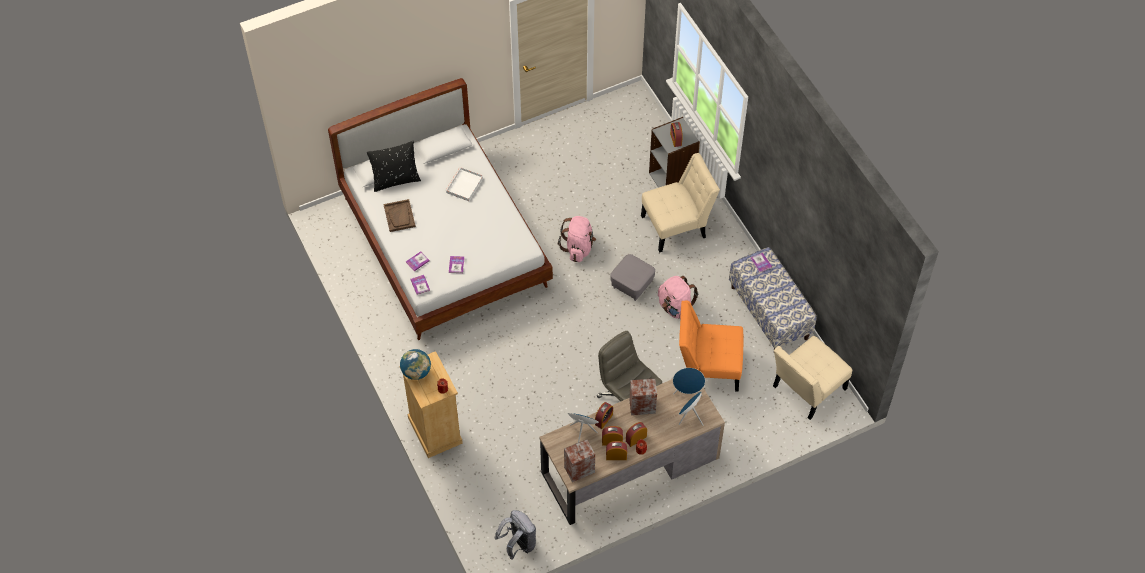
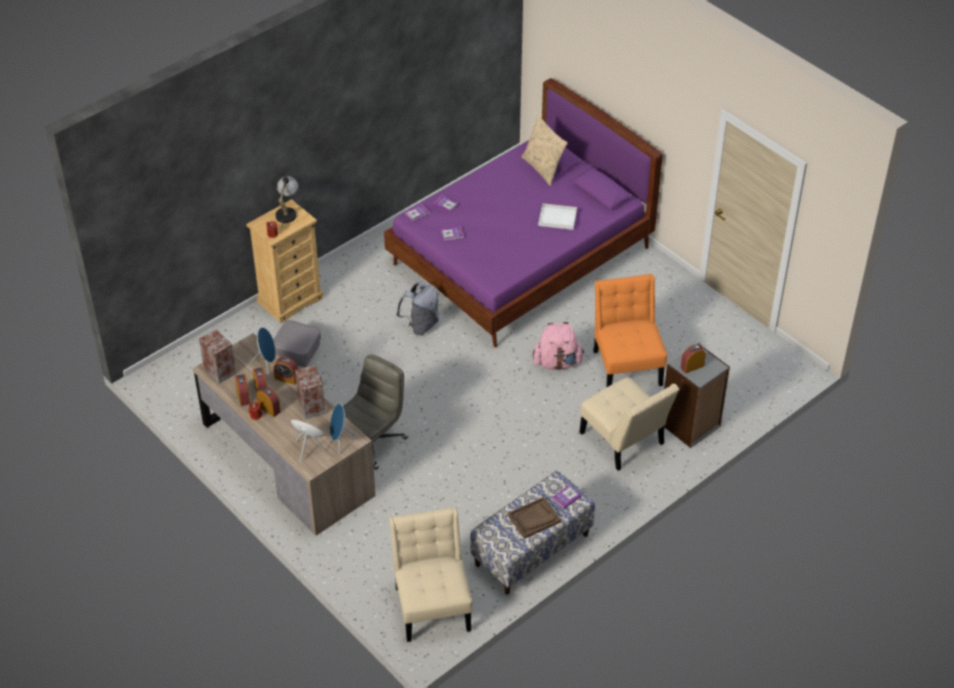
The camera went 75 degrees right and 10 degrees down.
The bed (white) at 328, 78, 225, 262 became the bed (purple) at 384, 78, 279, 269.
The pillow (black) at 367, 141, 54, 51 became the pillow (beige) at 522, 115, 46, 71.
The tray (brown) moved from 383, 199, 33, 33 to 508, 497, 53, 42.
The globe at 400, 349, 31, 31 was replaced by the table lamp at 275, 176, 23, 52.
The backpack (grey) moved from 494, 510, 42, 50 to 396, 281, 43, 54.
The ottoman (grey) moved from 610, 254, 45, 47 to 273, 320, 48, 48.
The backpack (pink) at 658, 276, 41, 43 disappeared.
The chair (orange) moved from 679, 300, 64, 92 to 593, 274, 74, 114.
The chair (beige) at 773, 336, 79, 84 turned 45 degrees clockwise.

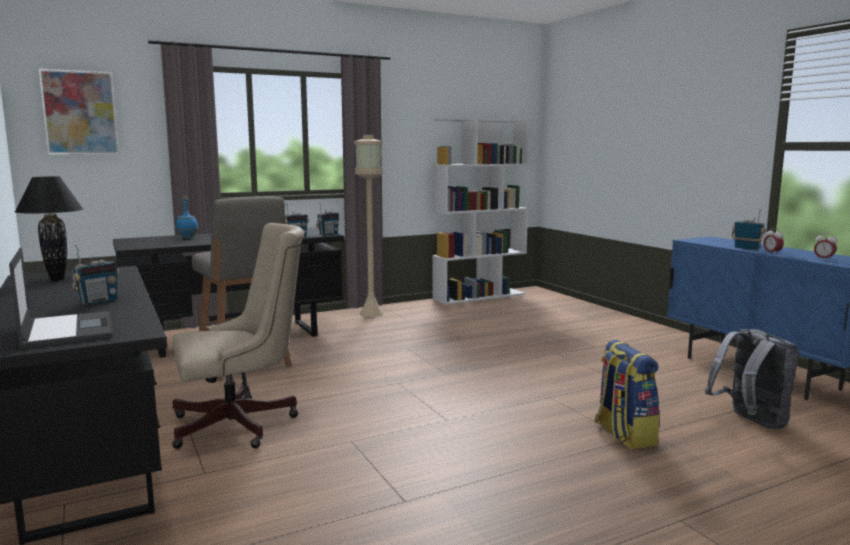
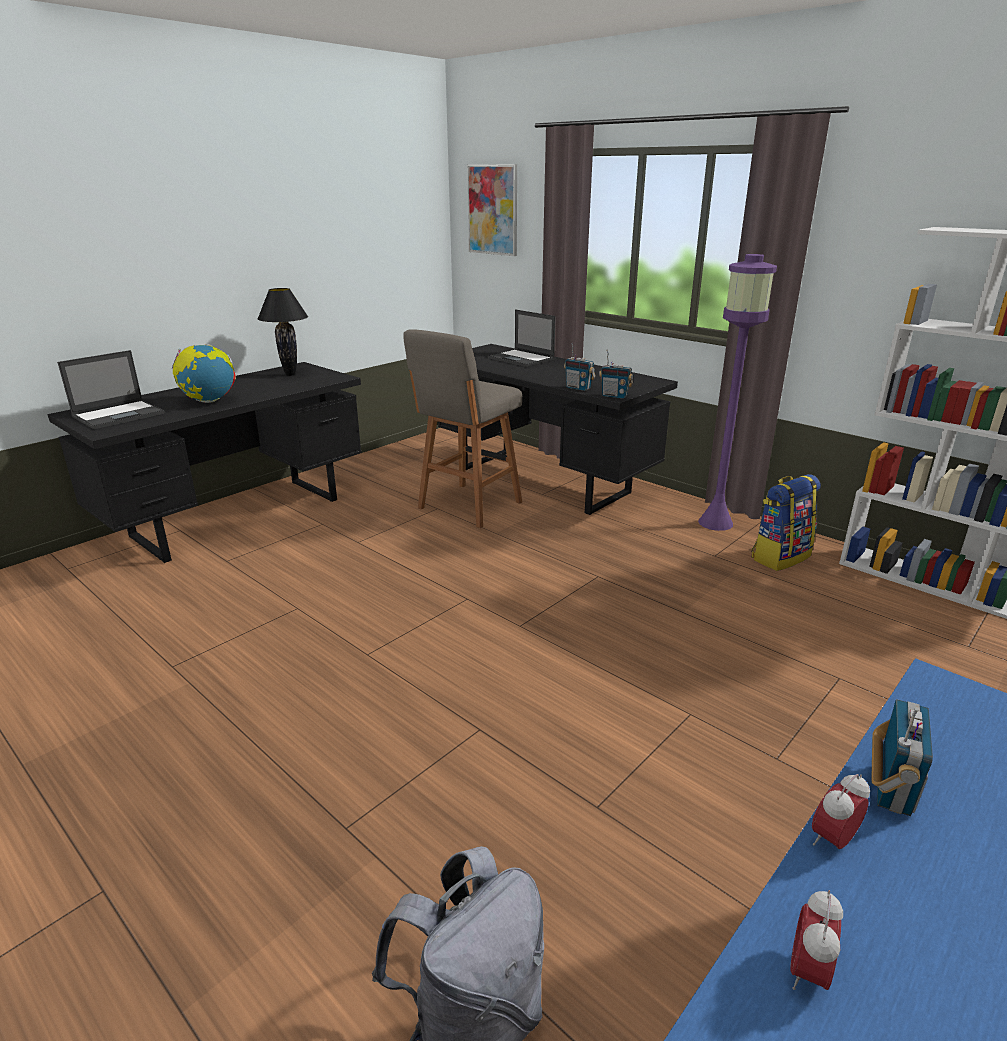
The camera went 70 degrees right and 15 degrees up.
The radio at 72, 245, 48, 60 was replaced by the globe at 172, 344, 64, 59.
The office chair (beige) at 172, 223, 132, 226 disappeared.
The bottle (blue) at 176, 196, 22, 42 was replaced by the laptop at 488, 309, 68, 58.
The floor lamp (beige) at 354, 135, 29, 182 became the floor lamp (purple) at 698, 254, 79, 277.
The backpack moved from 595, 340, 65, 109 to 751, 474, 70, 97.

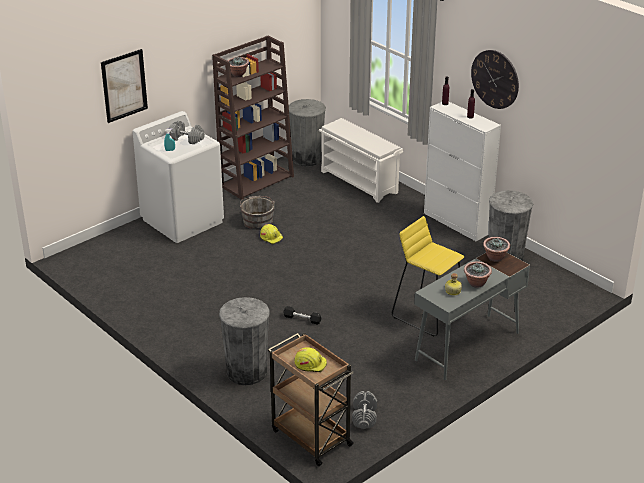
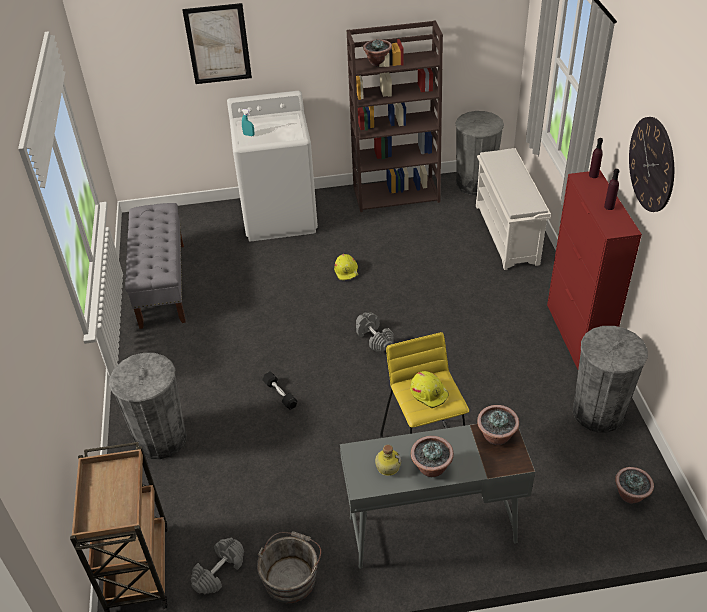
The camera went 35 degrees right and 10 degrees up.
The dumbbell (grey) moved from 169, 120, 36, 24 to 356, 313, 38, 39.
The bucket (grey) moved from 240, 196, 35, 34 to 257, 531, 64, 72.
The hard hat (yellow) moved from 294, 347, 33, 25 to 410, 371, 39, 37.
The cabinet (white) at 424, 102, 77, 139 became the cabinet (red) at 547, 171, 95, 198.
The bench (grey) at 125, 203, 61, 126 appeared.
The potted plant at 615, 467, 39, 36 appeared.

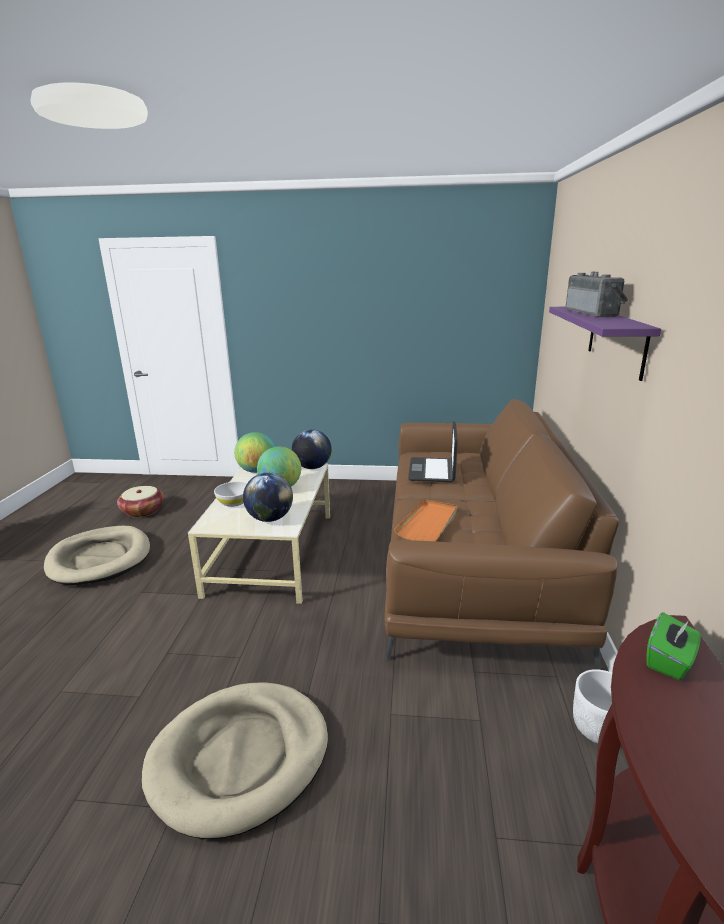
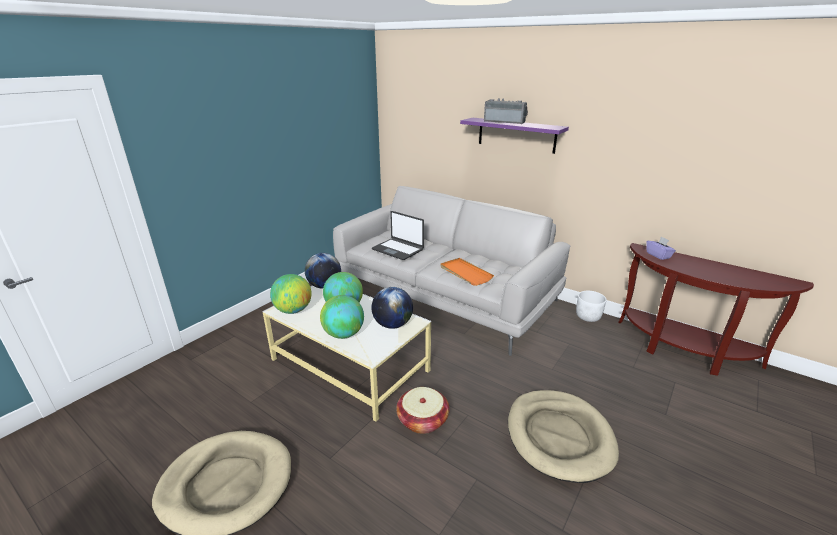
The camera went 60 degrees left and 5 degrees up.
The basket moved from 117, 486, 47, 32 to 396, 387, 53, 47.
The bowl (white) at 214, 482, 33, 25 was replaced by the globe at 320, 295, 44, 44.
The sofa (brown) at 385, 399, 234, 271 became the sofa (grey) at 333, 186, 237, 170.
The tissue box (green) at 646, 612, 55, 68 became the tissue box (purple) at 646, 237, 30, 23.

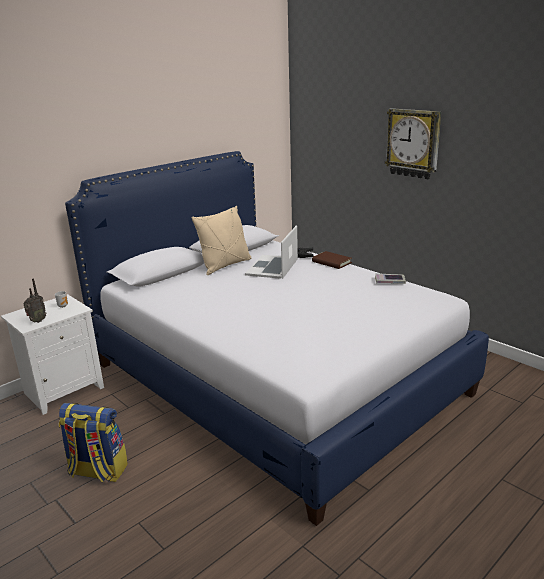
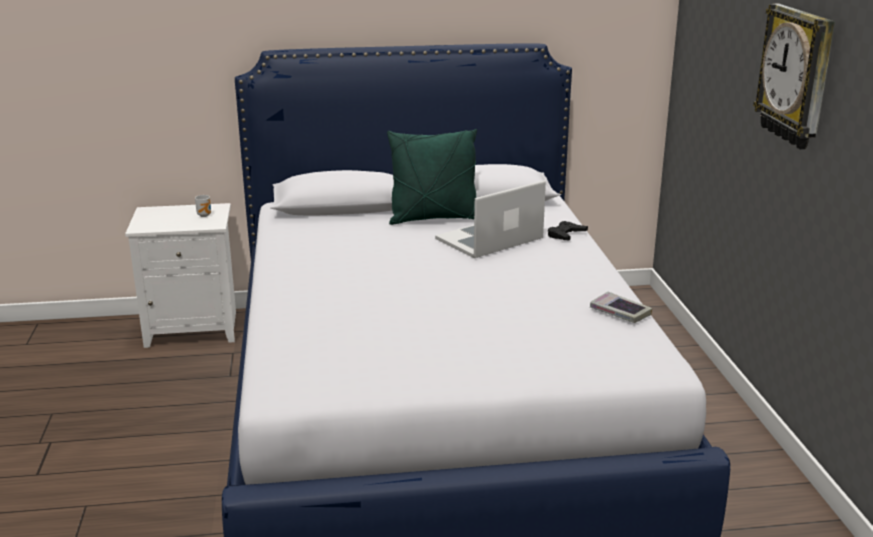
The camera went 35 degrees right and 0 degrees up.
The radio at 23, 278, 24, 45 disappeared.
The backpack at 59, 403, 69, 79 disappeared.
The pillow (beige) at 191, 206, 60, 69 became the pillow (green) at 387, 129, 90, 96.
The book (brown) at 312, 251, 40, 18 disappeared.

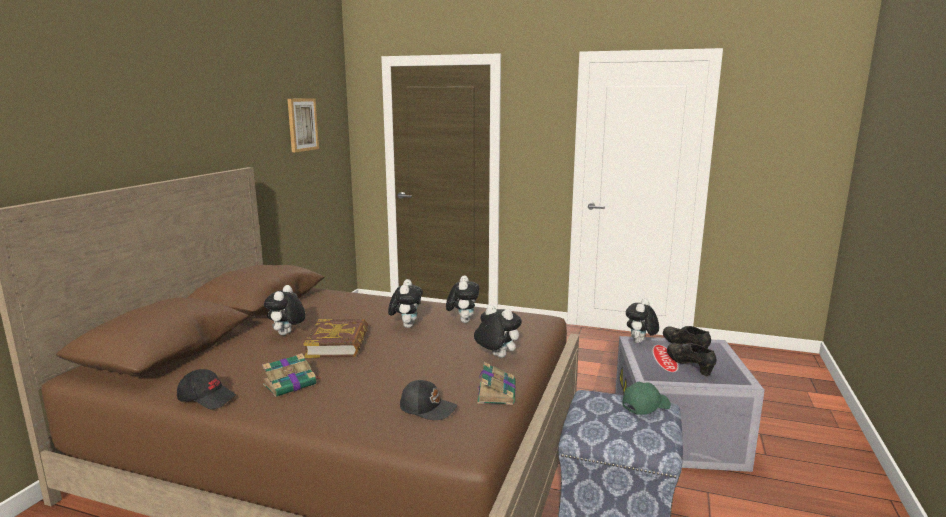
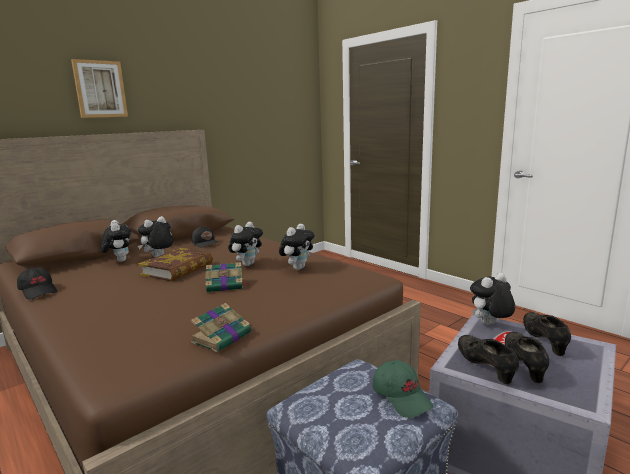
The camera went 30 degrees right and 0 degrees up.
The book moved from 262, 353, 58, 44 to 205, 262, 44, 30.
The picture moved from 288, 99, 31, 53 to 71, 59, 57, 59.
The cap (black) moved from 400, 380, 57, 40 to 192, 226, 27, 21.
The plush toy moved from 474, 305, 48, 53 to 100, 220, 31, 42.
The cap (green) at 623, 382, 48, 33 turned 60 degrees clockwise.
The shoe (black) at 458, 335, 61, 49 appeared.

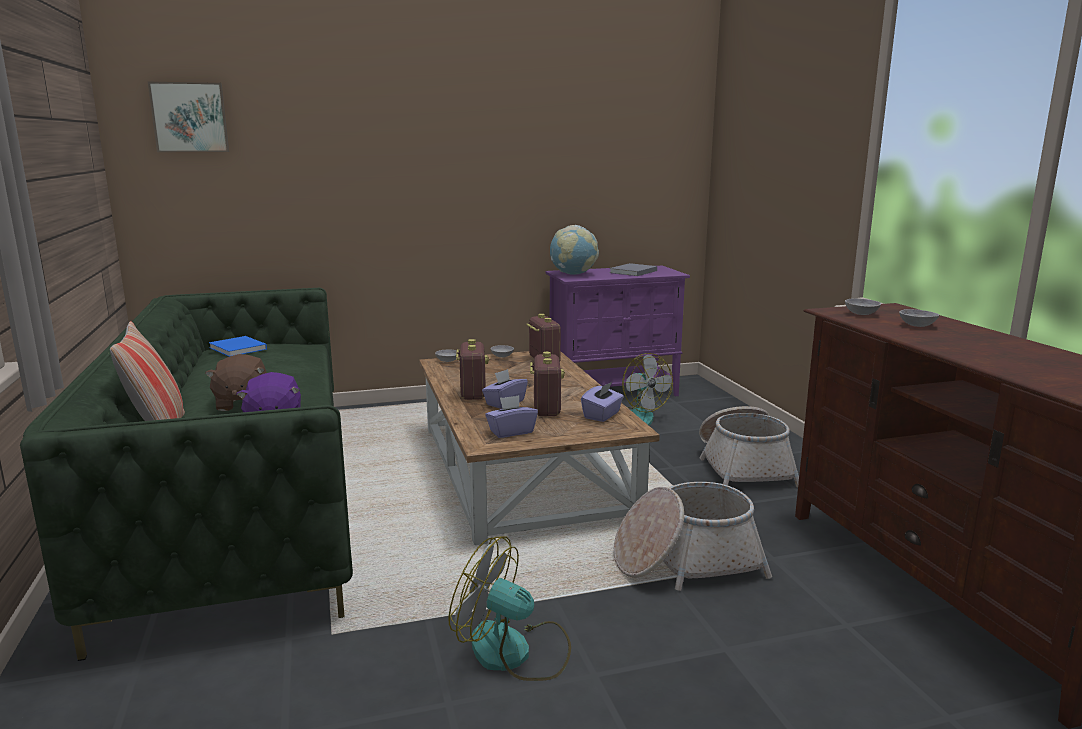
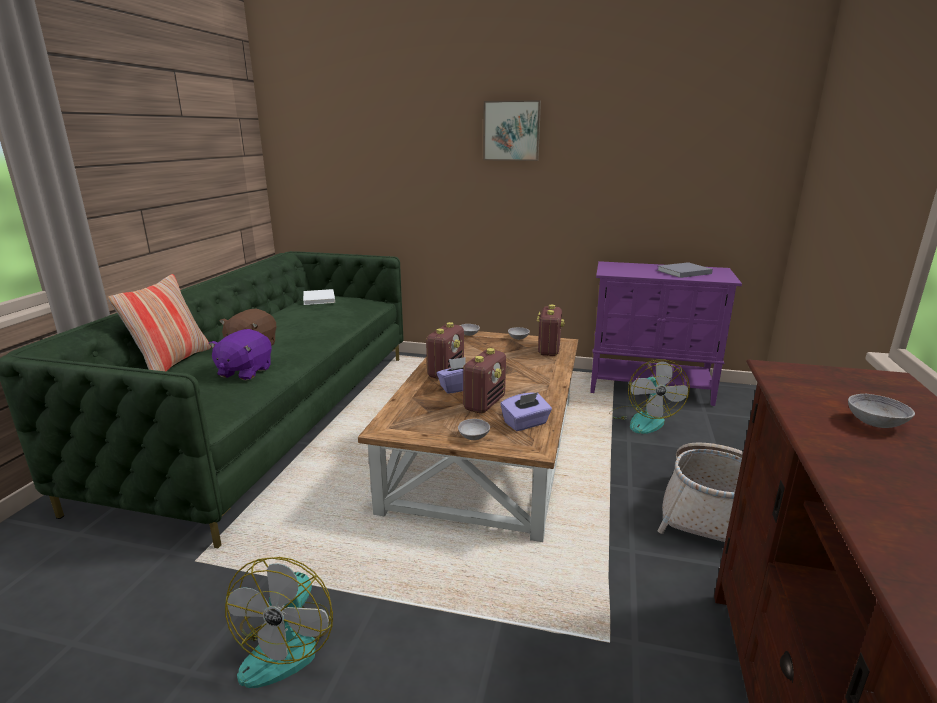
The camera went 30 degrees right and 5 degrees up.
The picture moved from 148, 82, 81, 70 to 483, 100, 58, 61.
The book (blue) at 209, 336, 58, 21 became the book (white) at 303, 289, 32, 16.
The fan at 448, 536, 123, 145 turned 135 degrees counterclockwise.
The tissue box (purple) at 485, 395, 53, 43 disappeared.
The globe at 550, 225, 49, 50 disappeared.
The basket at 614, 482, 158, 109 disappeared.
The bowl (grey) moved from 845, 298, 36, 17 to 458, 419, 32, 21.

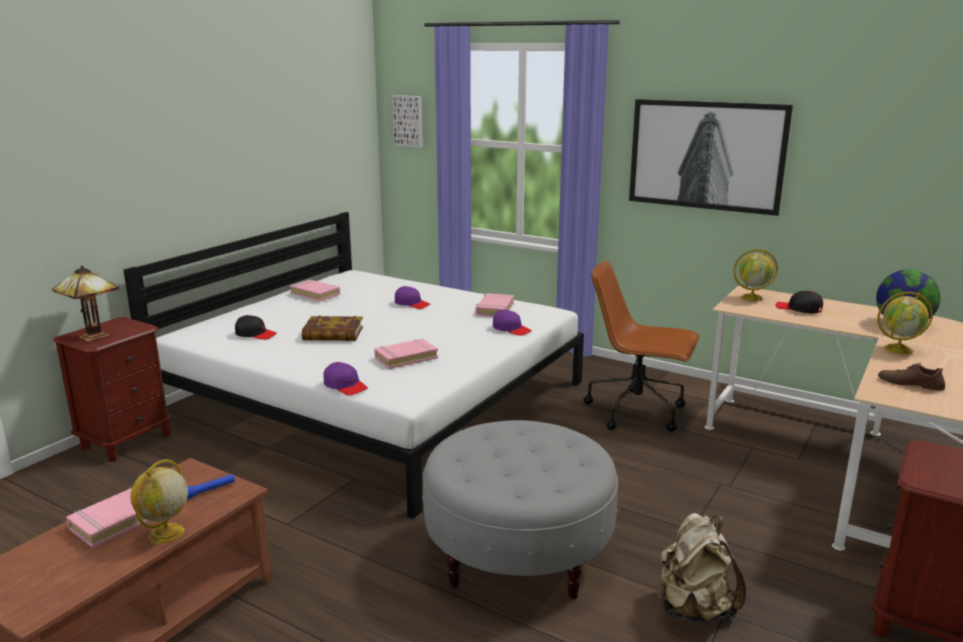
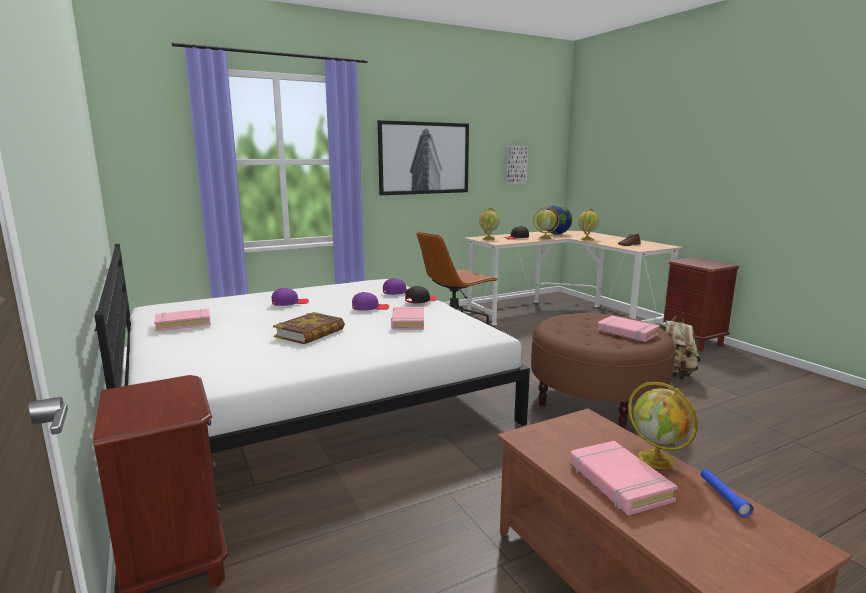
The camera went 60 degrees left and 5 degrees down.
The table lamp at 52, 266, 67, 76 disappeared.
The flashlight (blue) moved from 187, 474, 48, 25 to 701, 469, 52, 49.
The cap (black) moved from 235, 315, 42, 25 to 405, 286, 32, 18.
The cap (purple) moved from 324, 362, 44, 34 to 352, 292, 37, 19.
The picture moved from 392, 95, 31, 52 to 505, 146, 23, 38.
The ottoman (grey) at 422, 420, 196, 180 became the ottoman (brown) at 531, 313, 144, 116.
The book (pink) moved from 476, 293, 38, 24 to 597, 316, 63, 26.
The globe at 533, 207, 27, 32 appeared.

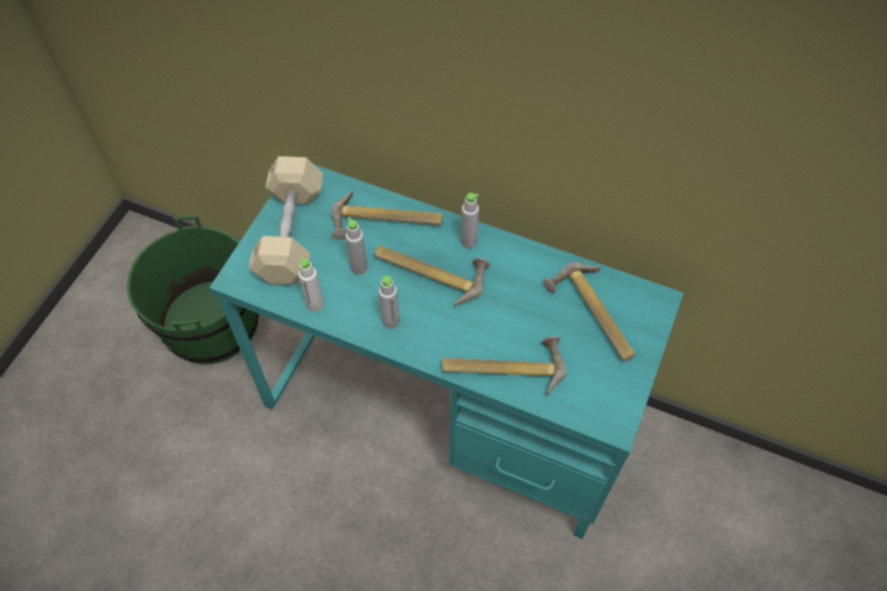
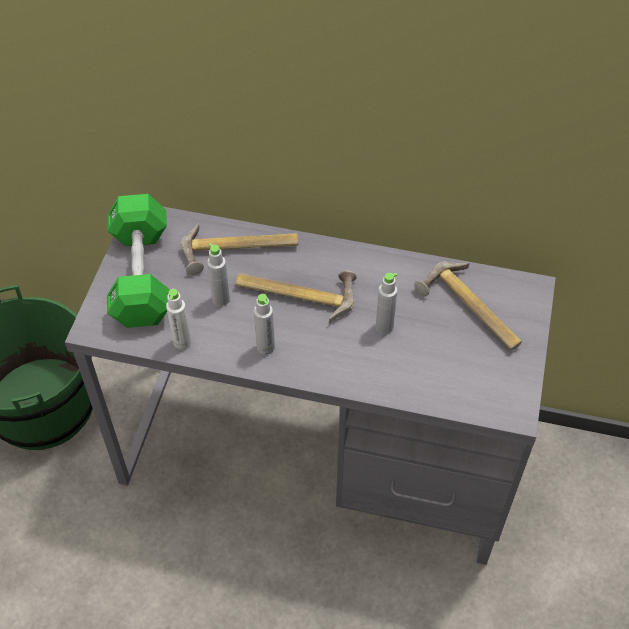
The camera went 10 degrees left and 5 degrees down.
The desk (turquoise) at 209, 165, 475, 374 became the desk (grey) at 65, 207, 491, 358.
The dumbbell (beige) at 249, 156, 74, 129 became the dumbbell (green) at 107, 194, 63, 134.
The hammer at 442, 336, 124, 60 disappeared.
The bottle (grey) moved from 461, 193, 18, 55 to 376, 273, 21, 61.

